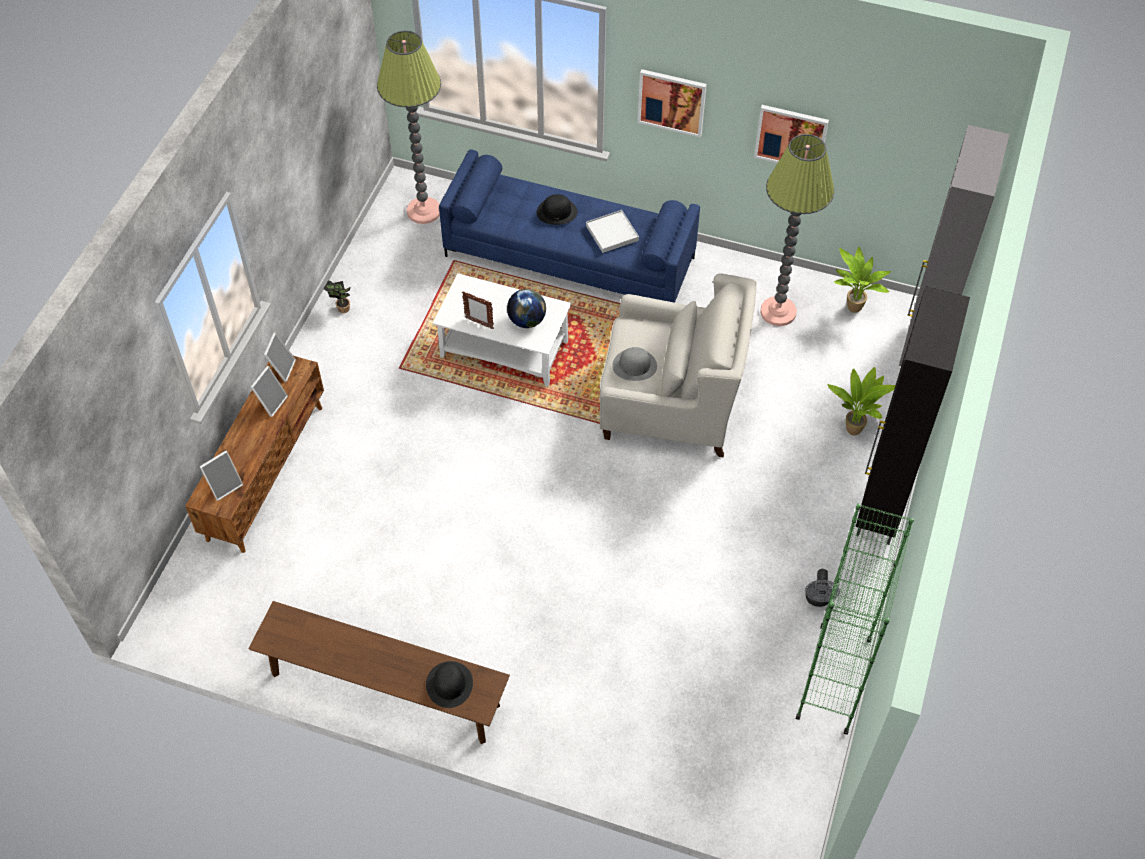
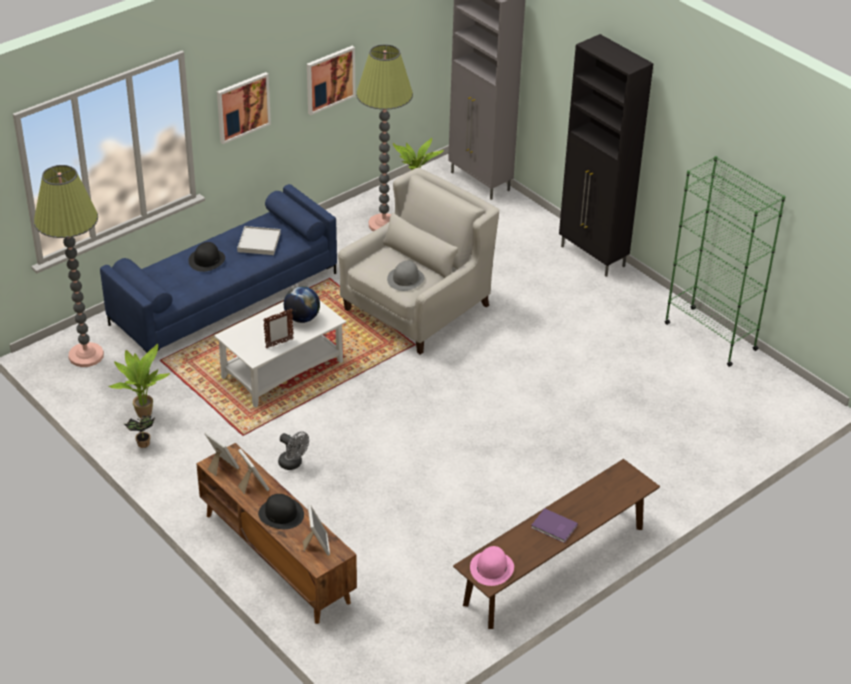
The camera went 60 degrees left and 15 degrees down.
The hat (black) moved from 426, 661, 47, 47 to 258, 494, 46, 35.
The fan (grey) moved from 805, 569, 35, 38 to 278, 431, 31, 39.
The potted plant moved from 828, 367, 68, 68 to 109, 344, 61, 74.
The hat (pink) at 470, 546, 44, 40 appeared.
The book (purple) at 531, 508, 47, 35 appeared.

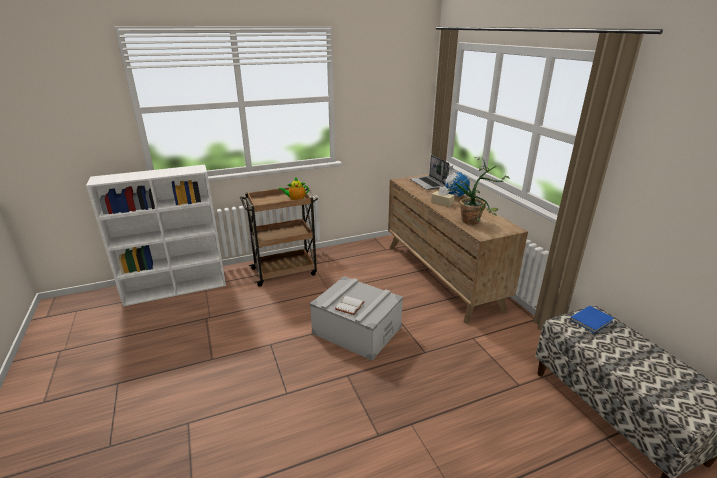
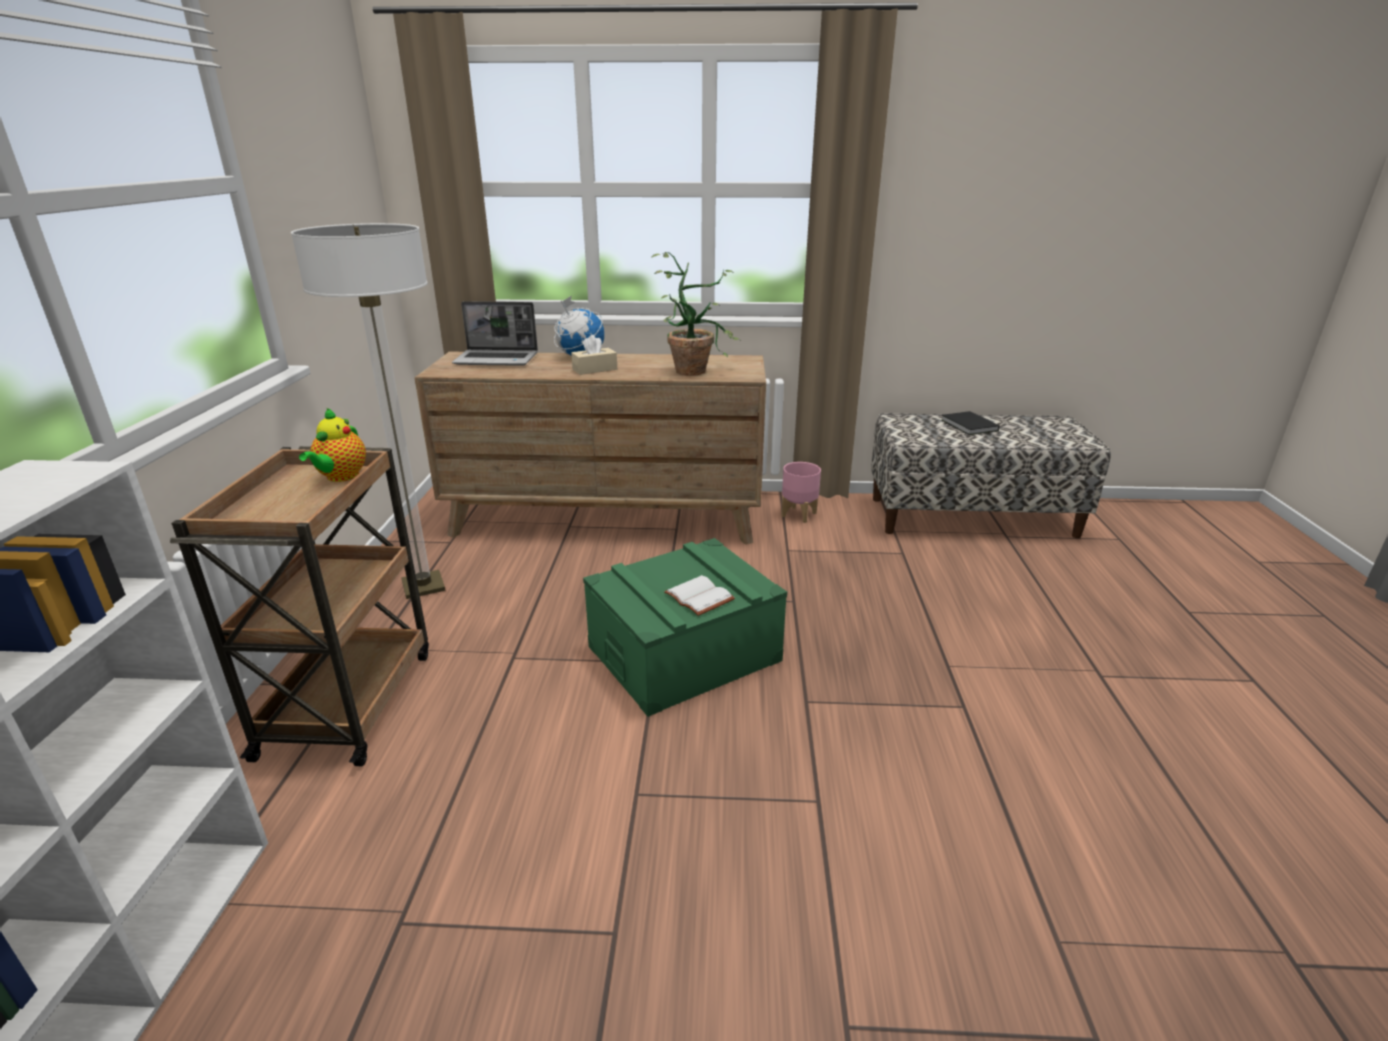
The camera went 65 degrees left and 0 degrees up.
The storage box (grey) at 310, 276, 93, 85 became the storage box (green) at 583, 538, 204, 179.
The book (blue) at 570, 306, 44, 28 disappeared.
The floor lamp at 291, 223, 155, 376 appeared.
The planter (pink) at 781, 462, 40, 61 appeared.
The book (black) at 941, 411, 59, 24 appeared.

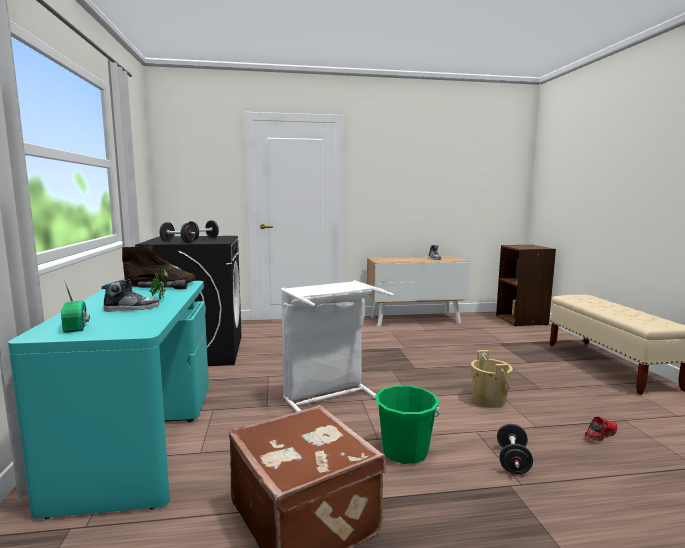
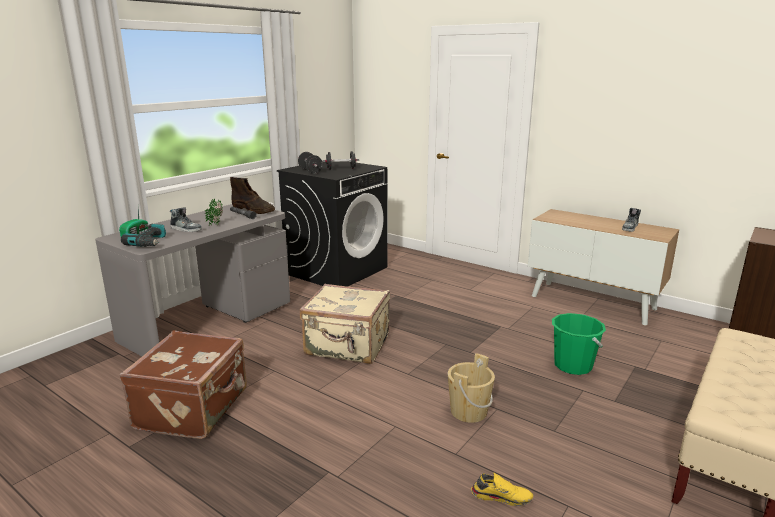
The camera went 45 degrees right and 10 degrees up.
The desk (turquoise) at 8, 281, 201, 238 became the desk (grey) at 95, 204, 195, 152.
The laundry basket (white) at 281, 280, 113, 132 was replaced by the suitcase (beige) at 300, 283, 90, 81.
The bucket (green) moved from 375, 386, 66, 78 to 552, 313, 54, 62.
The dumbbell (black) at 497, 424, 36, 50 disappeared.
The shoe (red) at 585, 416, 33, 26 became the shoe (yellow) at 471, 473, 62, 33.
The power drill at 121, 224, 45, 23 appeared.

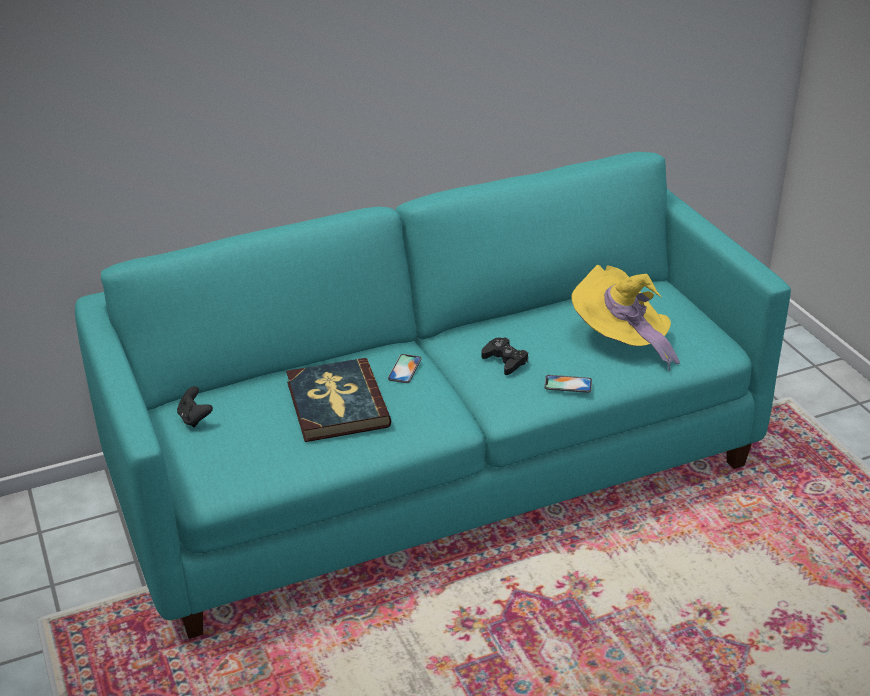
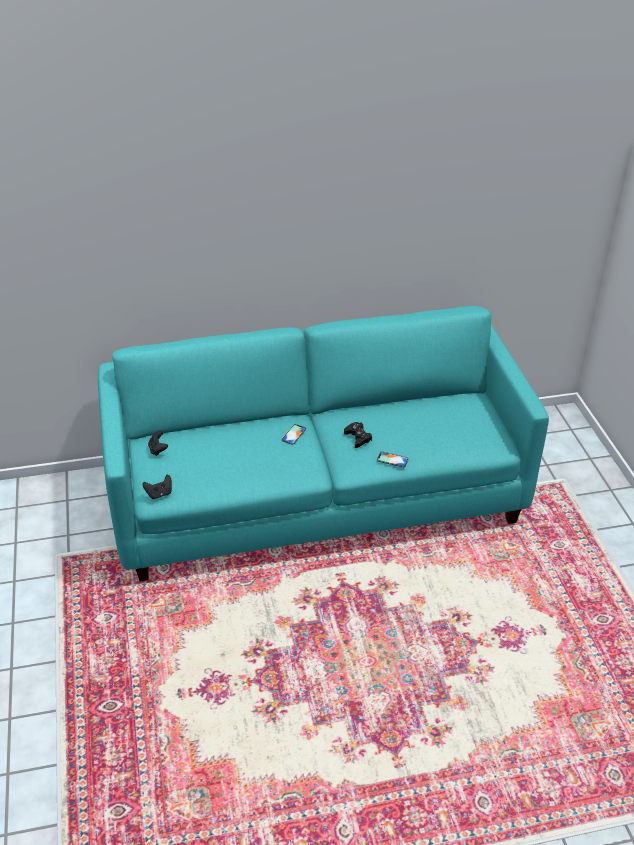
The camera went 10 degrees right and 5 degrees up.
The book at 286, 358, 105, 84 disappeared.
The hat (yellow) at 572, 265, 108, 106 disappeared.
The game controller (black) at 143, 475, 29, 24 appeared.

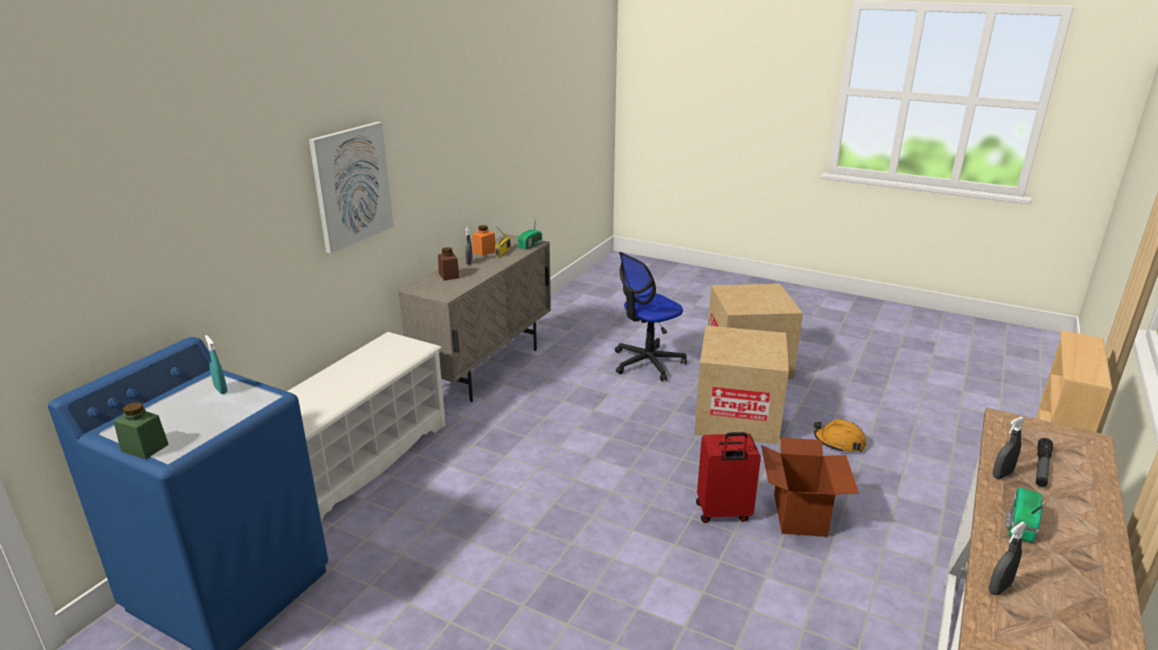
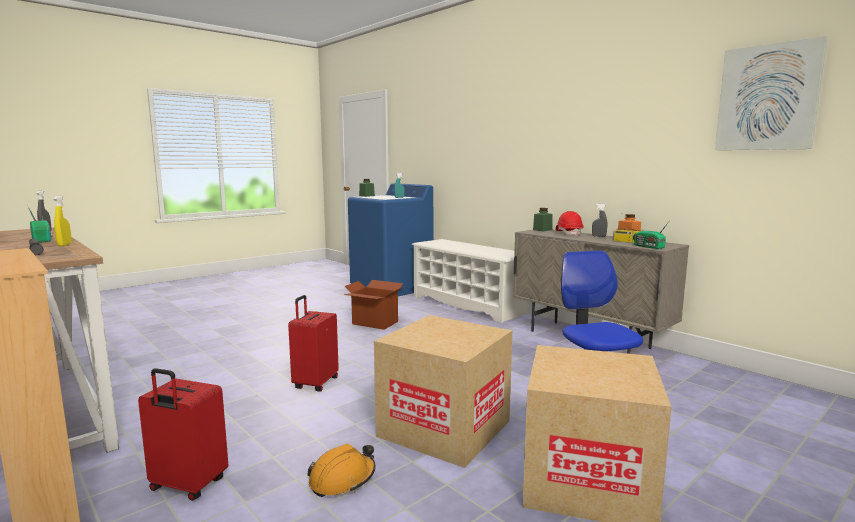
The camera went 110 degrees right and 15 degrees down.
The picture moved from 309, 122, 85, 131 to 715, 36, 113, 114.
The jar (brown) at 438, 247, 22, 34 was replaced by the hard hat (red) at 556, 211, 28, 25.
The cardboard box moved from 761, 438, 98, 99 to 344, 280, 61, 50.
The spray bottle (grey) at 993, 417, 33, 62 became the spray bottle (yellow) at 54, 195, 18, 51.
The suitcase (red) at 138, 368, 90, 133 appeared.
The jar (green) at 533, 208, 20, 23 appeared.

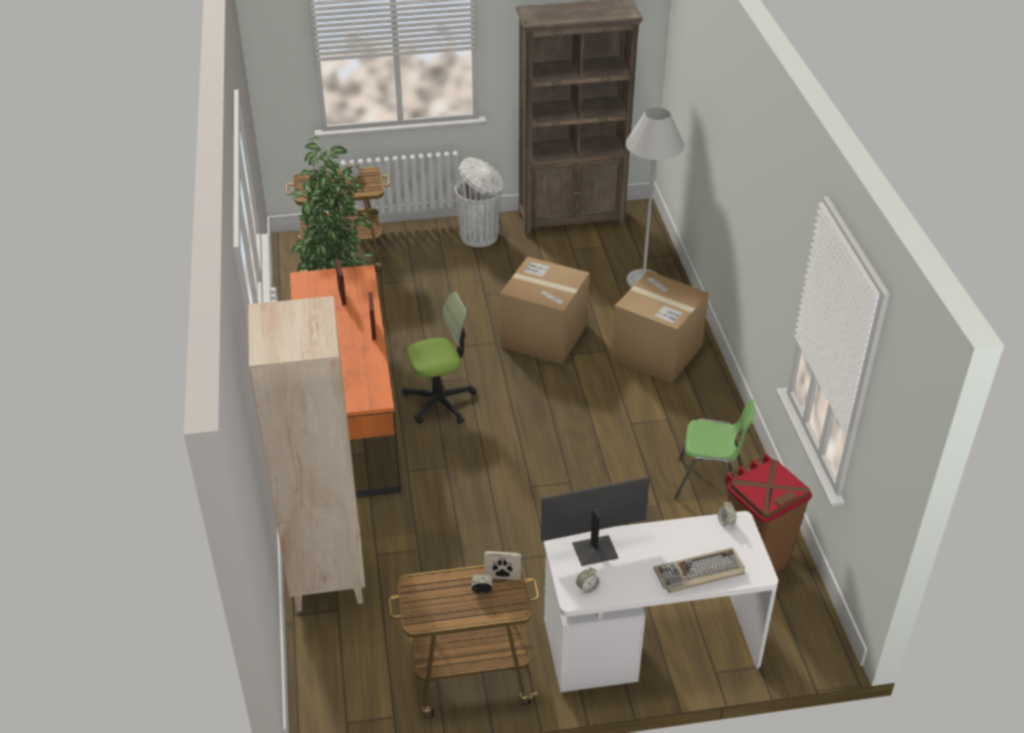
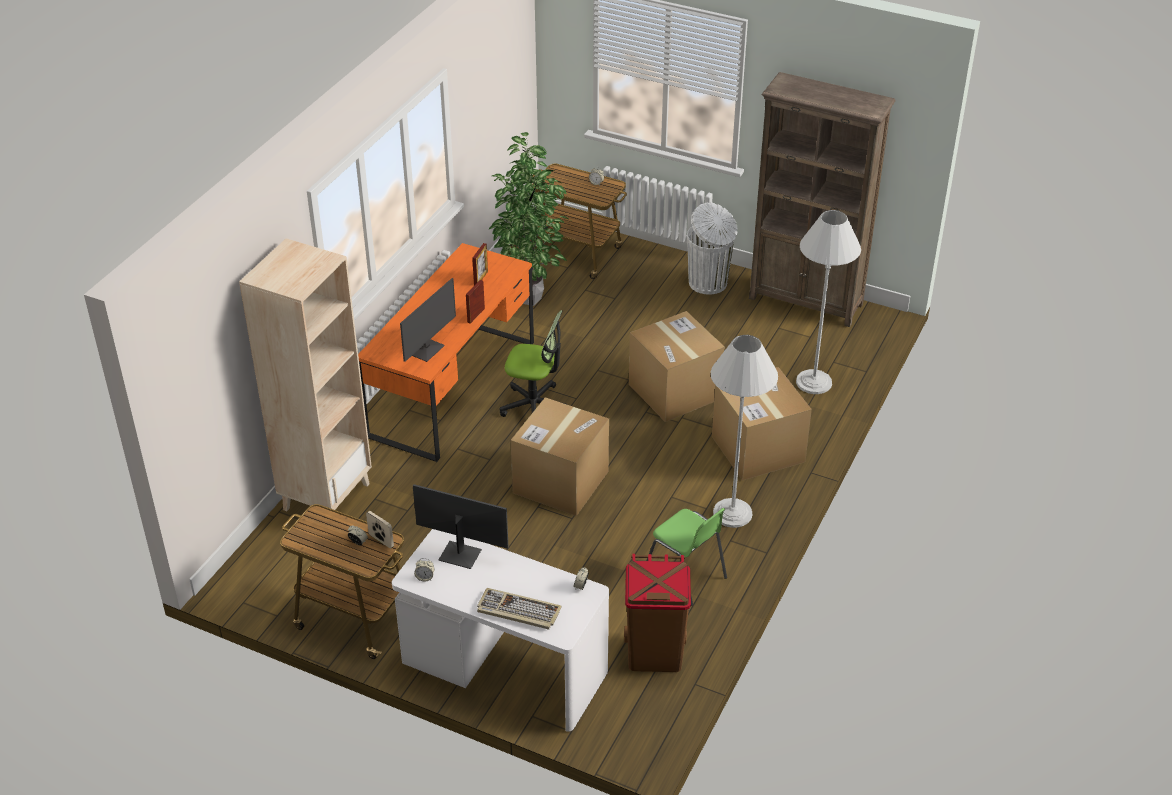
The camera went 35 degrees right and 0 degrees up.
The monitor at 400, 278, 56, 84 appeared.
The cardboard box at 511, 397, 98, 119 appeared.
The floor lamp (white) at 711, 335, 67, 193 appeared.

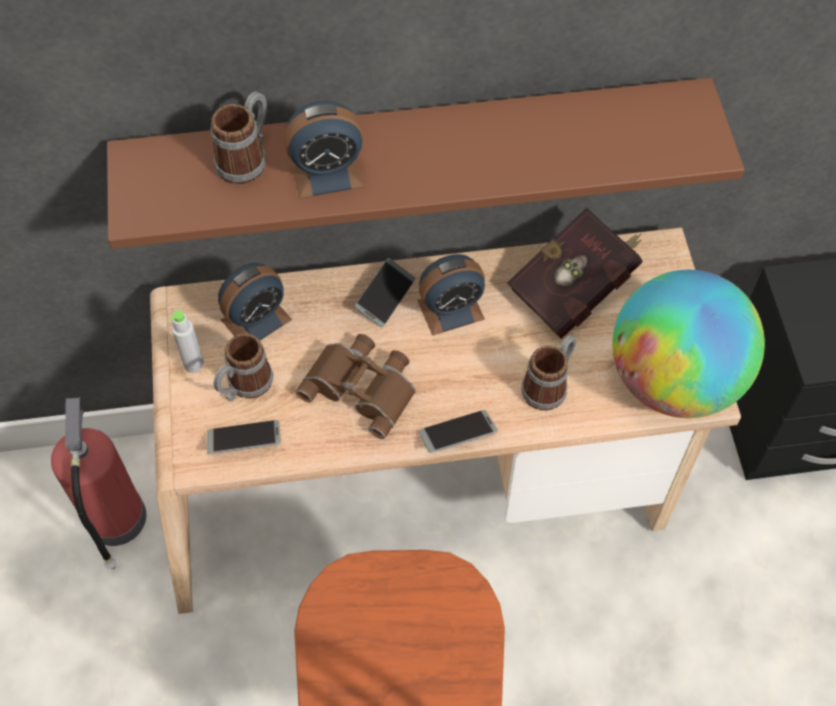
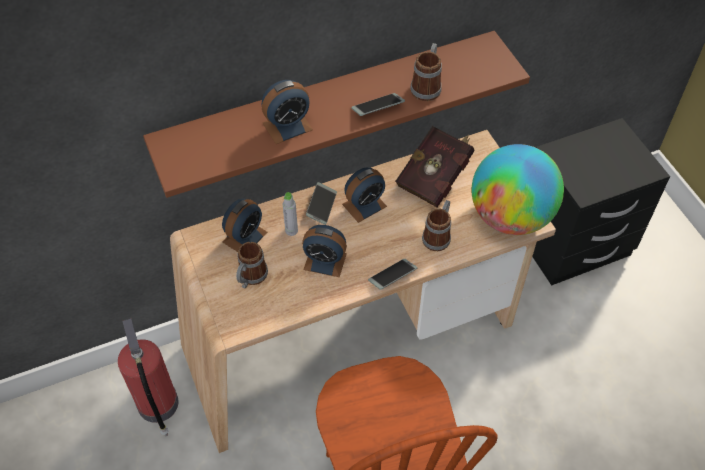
The camera went 15 degrees left and 5 degrees down.
The bottle (grey) moved from 169, 310, 35, 63 to 282, 192, 16, 44.
The phone moved from 207, 420, 74, 34 to 351, 93, 54, 23.
The mug moved from 211, 91, 56, 94 to 410, 43, 32, 58.
The binoculars (brown) at 296, 334, 120, 105 was replaced by the alarm clock at 302, 225, 45, 52.

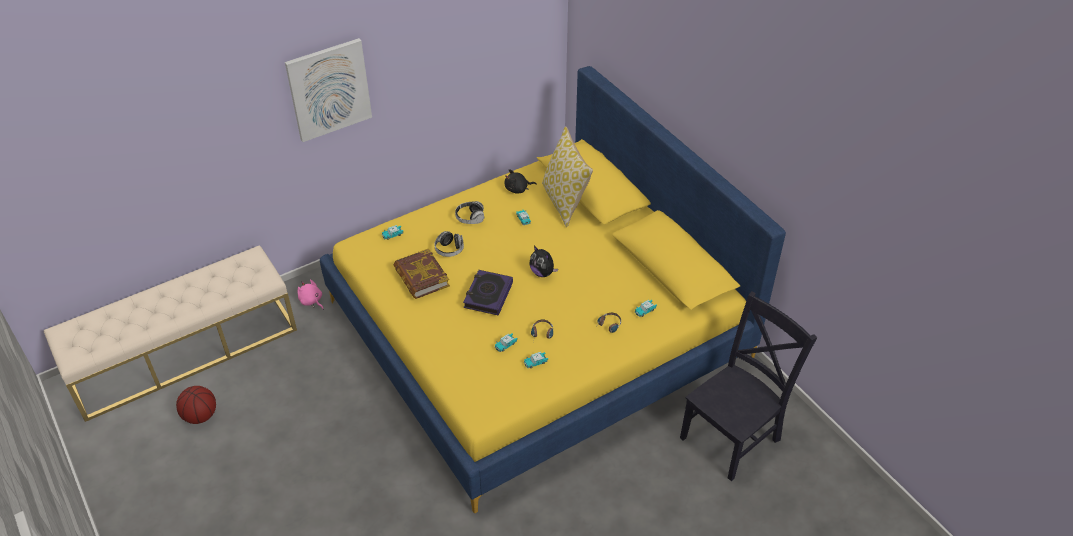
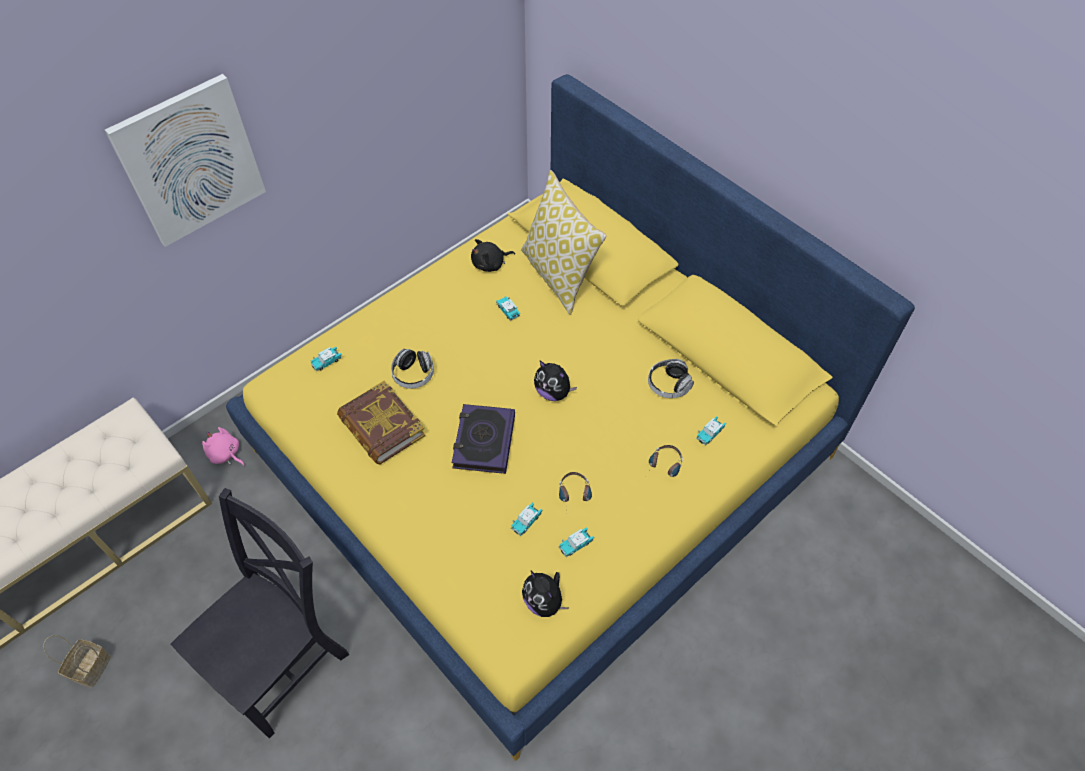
The camera went 10 degrees left and 10 degrees up.
The basketball at 176, 386, 40, 38 was replaced by the basket at 43, 635, 68, 53.
The headphones moved from 455, 201, 29, 23 to 648, 359, 46, 39.
The chair (black) moved from 680, 291, 137, 190 to 171, 488, 178, 251.
The plush toy at 522, 570, 46, 47 appeared.

